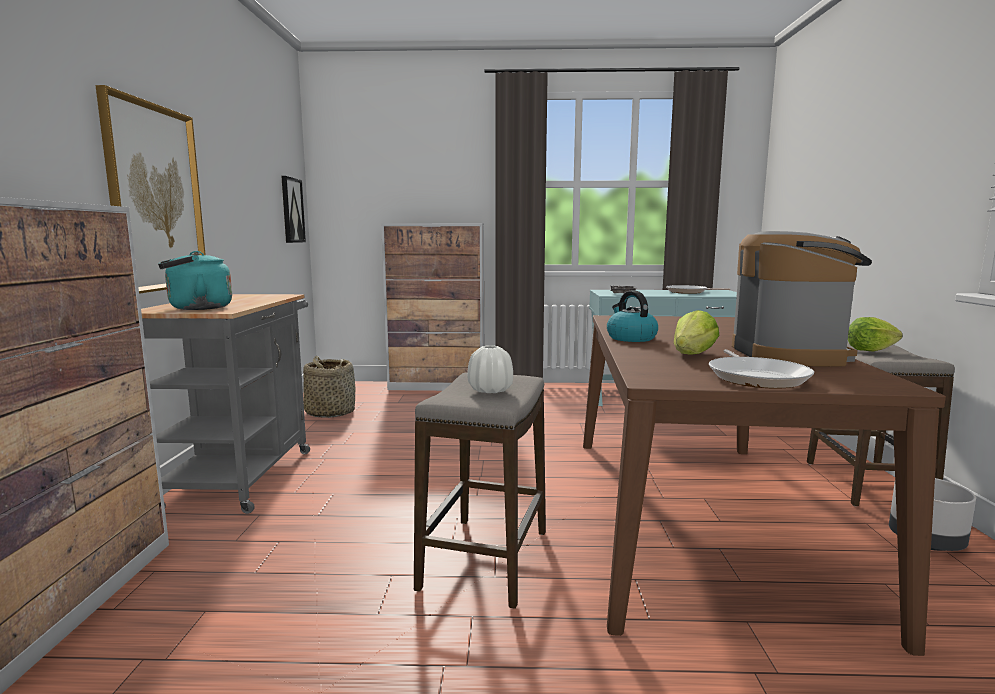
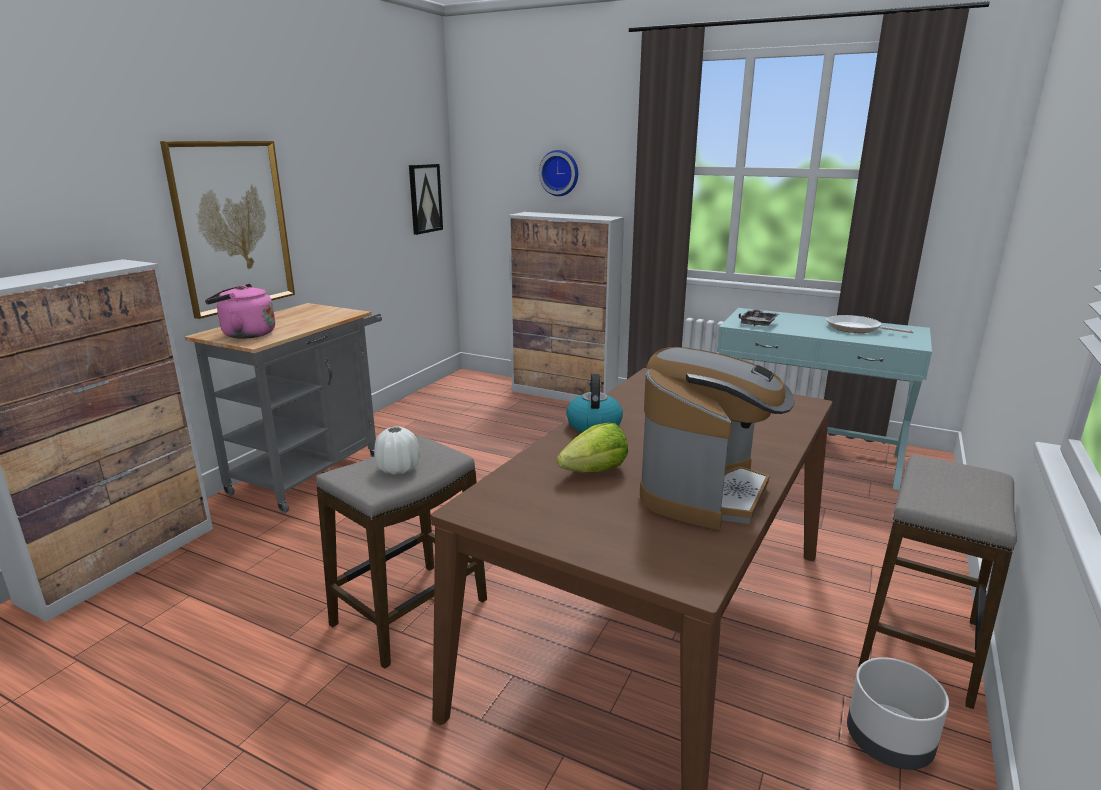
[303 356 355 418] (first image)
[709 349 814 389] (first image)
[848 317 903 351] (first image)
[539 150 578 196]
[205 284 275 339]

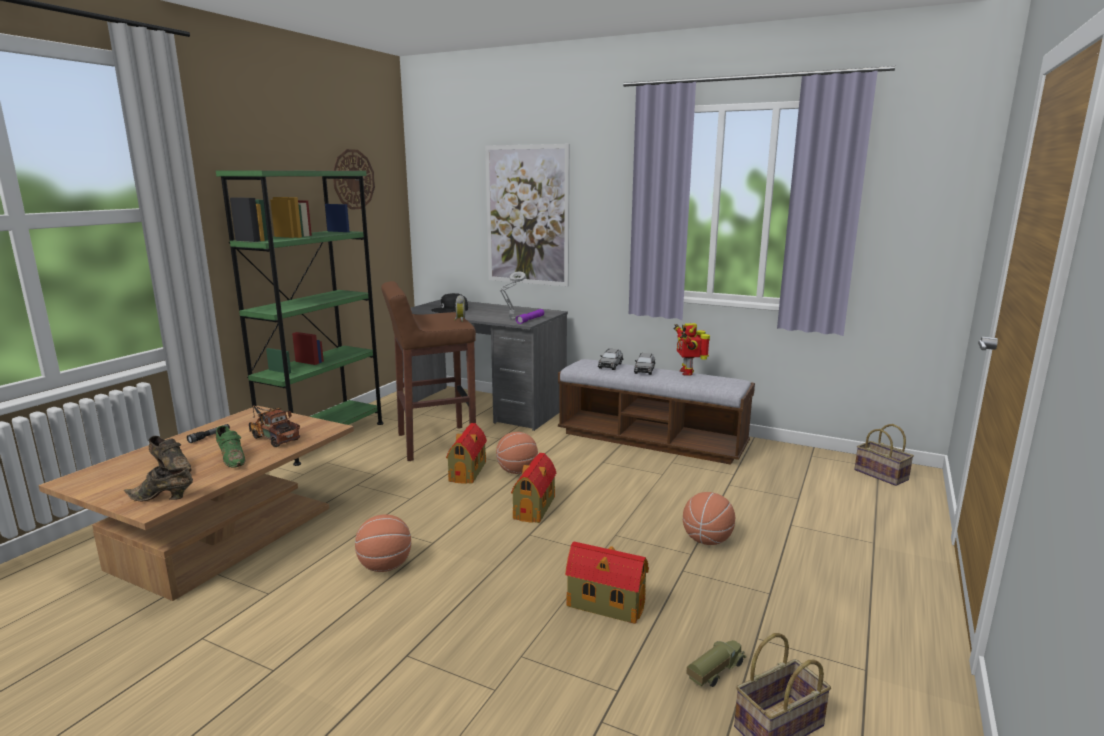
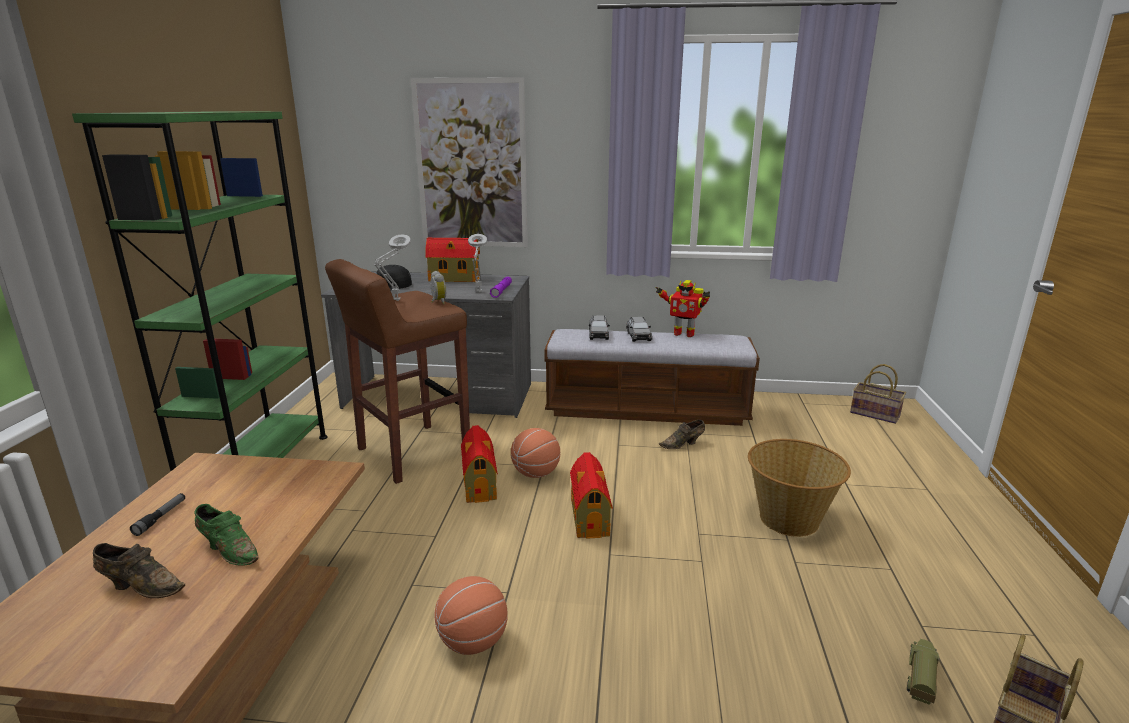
[249 405 300 447] (first image)
[333 149 375 210] (first image)
[374 234 411 301]
[659 420 705 449]
[425 238 480 282]
[748 439 851 537]
[656 280 710 337]

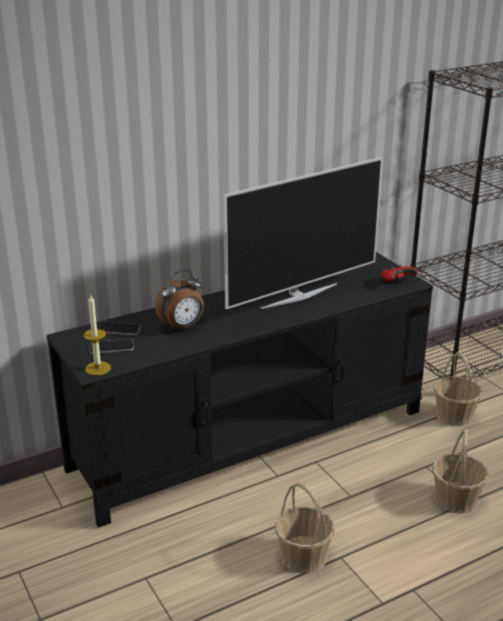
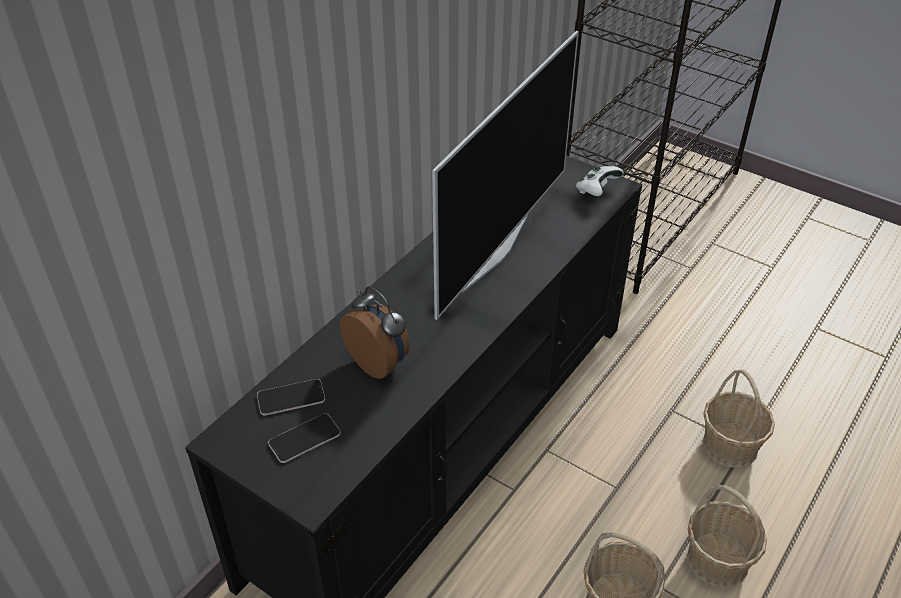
[83 295 111 376] (first image)
[687 485 767 588]
[576 166 624 196]
[340 286 410 379]

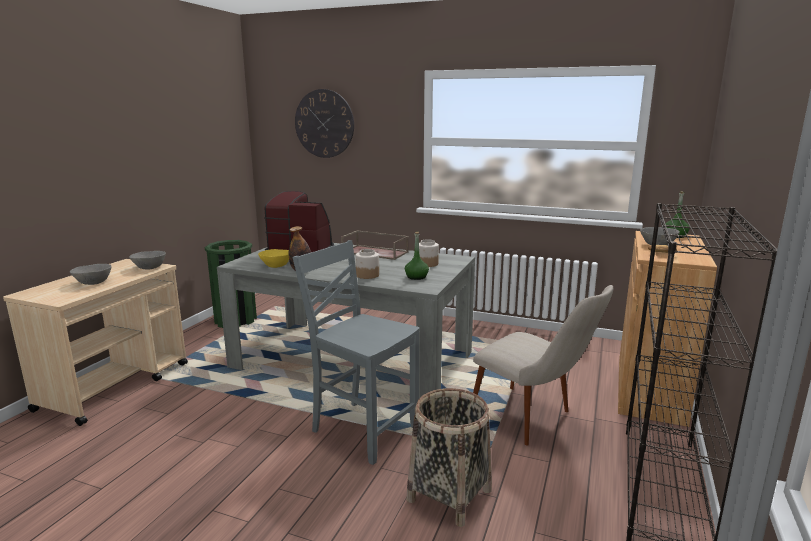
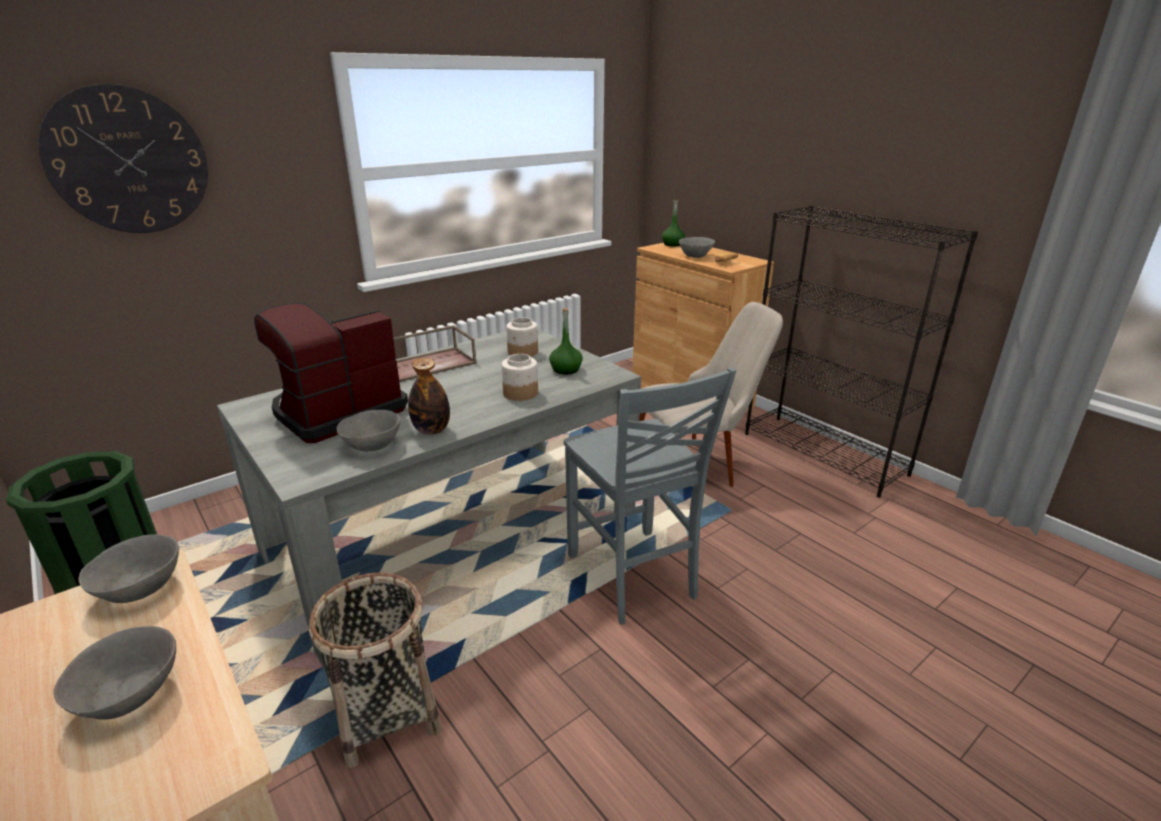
[309 572 441 768]
[337 410 401 451]
[564 367 737 625]

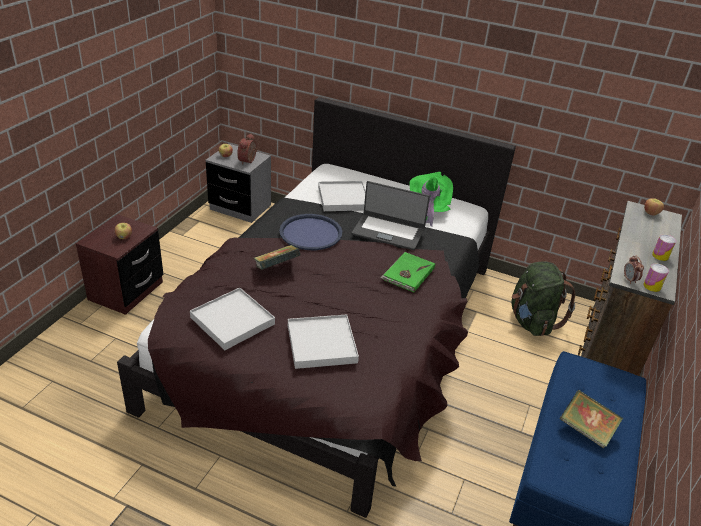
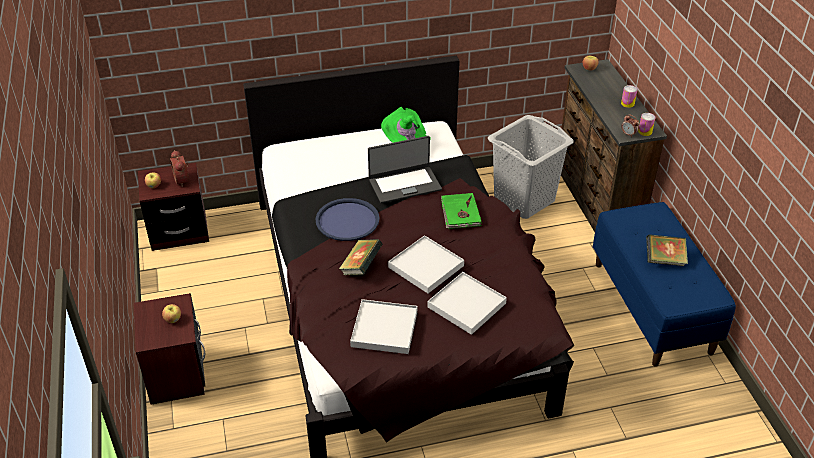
[388 235 464 293]
[488 115 574 219]
[138 163 209 251]

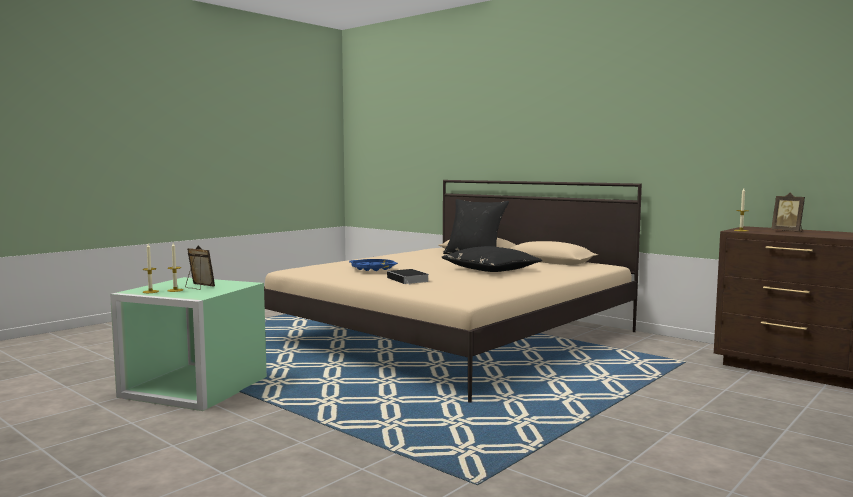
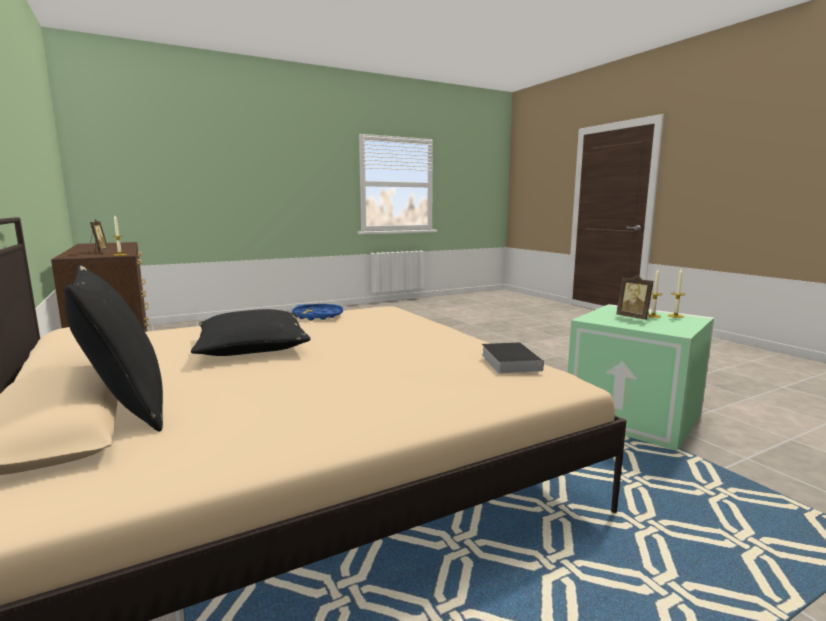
[292 304 343 321]
[481 342 544 373]

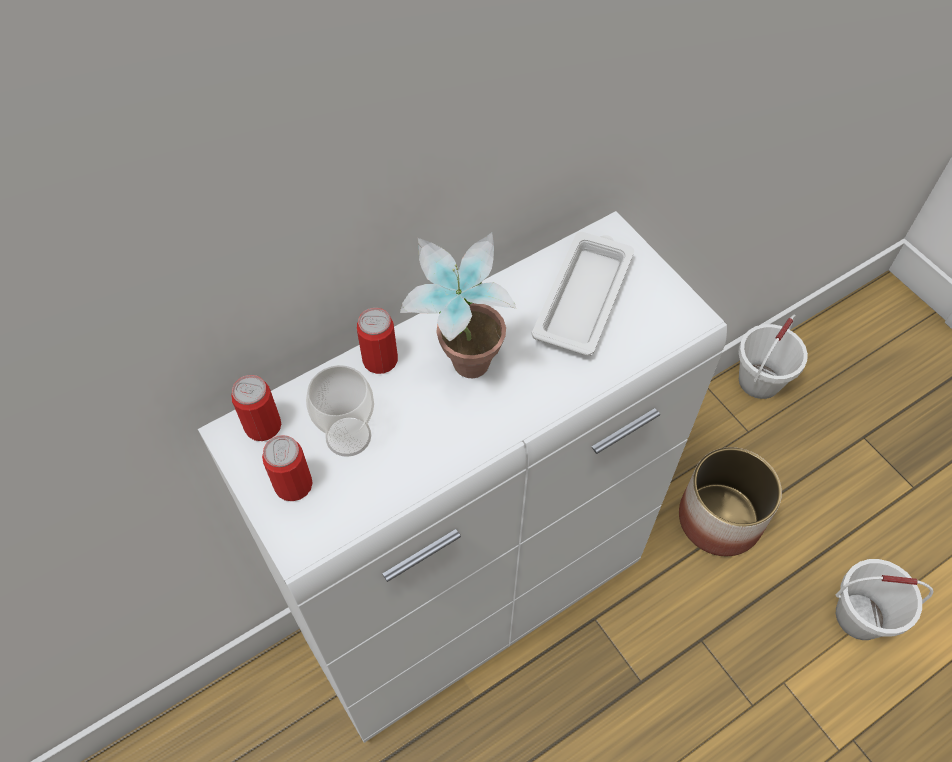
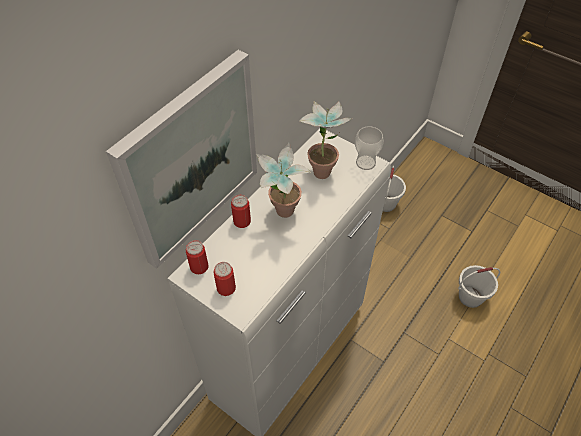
[679 447 782 556] (first image)
[106 50 257 269]
[355 126 384 170]
[299 101 352 179]

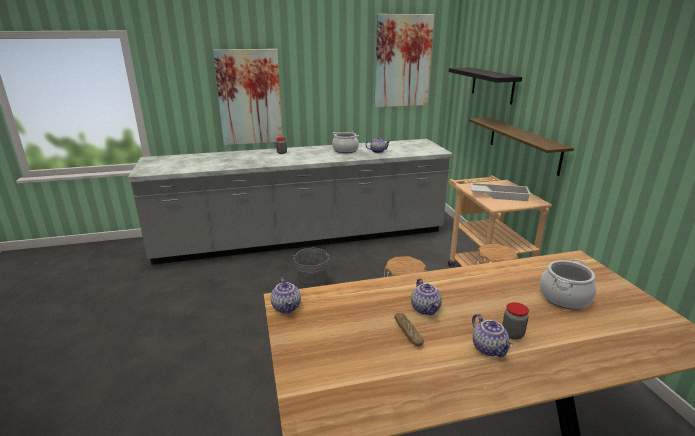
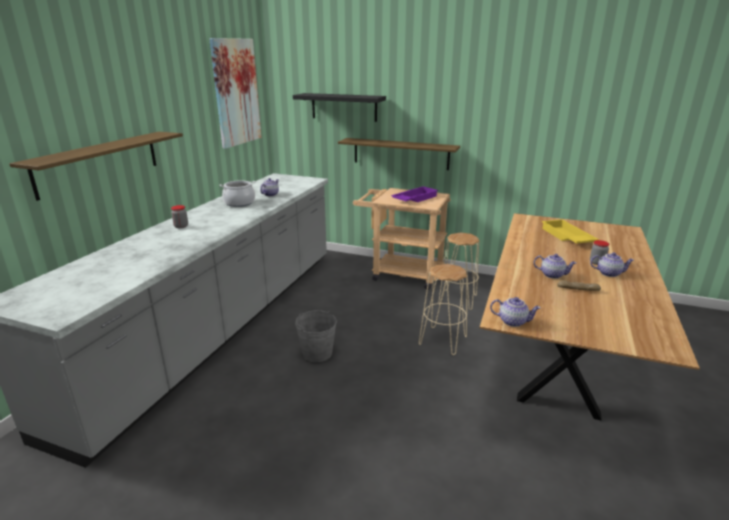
[9 132 183 201]
[542 219 599 244]
[391 186 438 202]

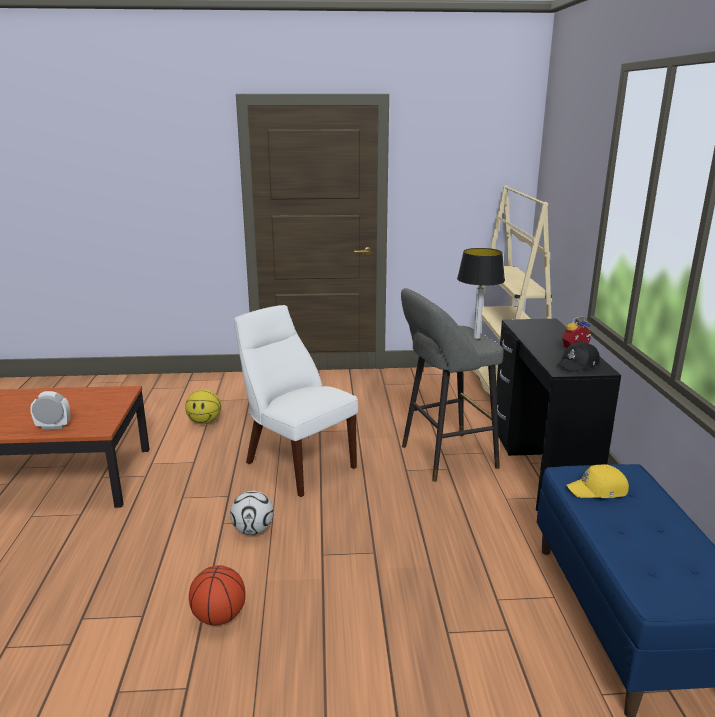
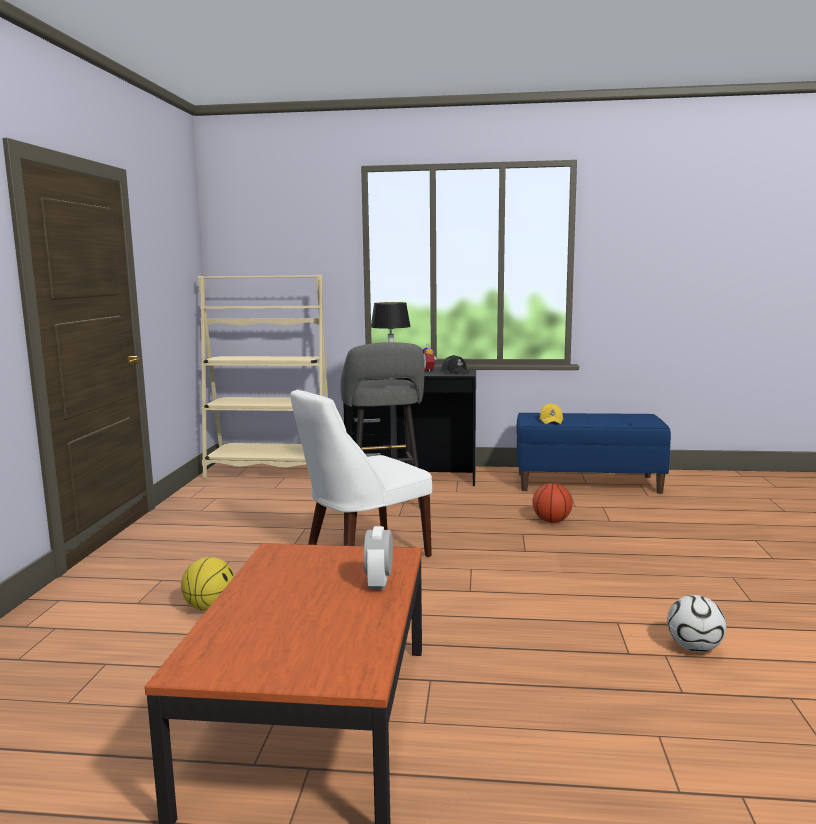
[532 483 572 523]
[667 595 726 652]

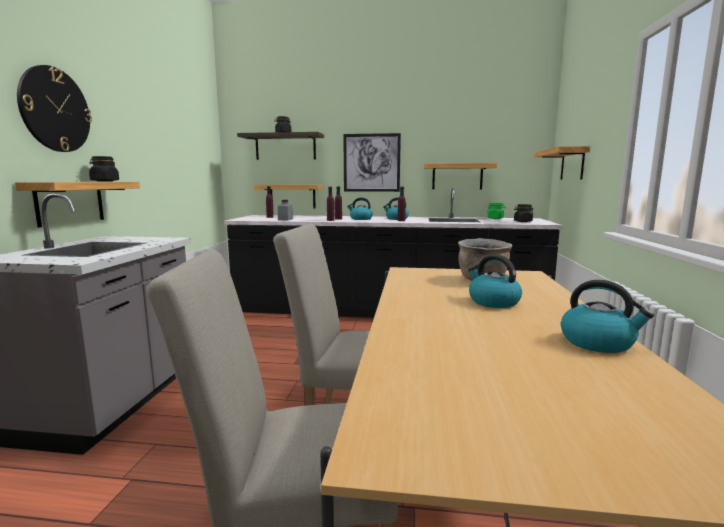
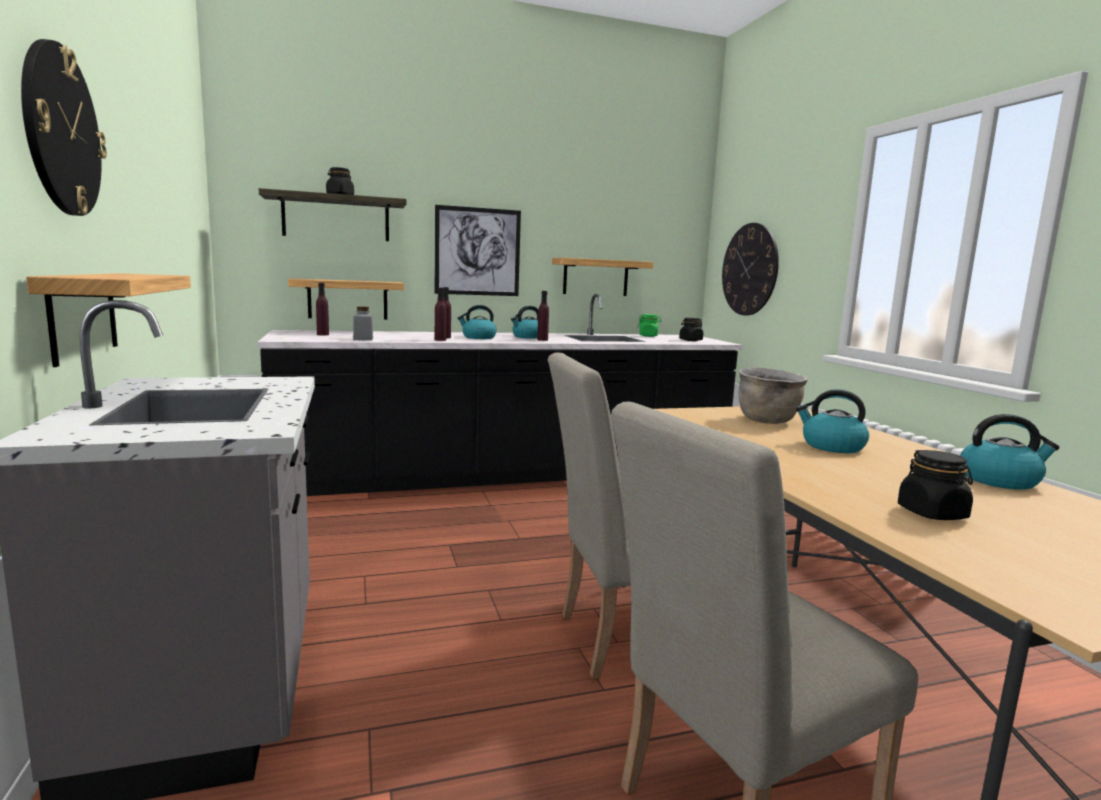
[898 450 973 520]
[722 223 779 316]

